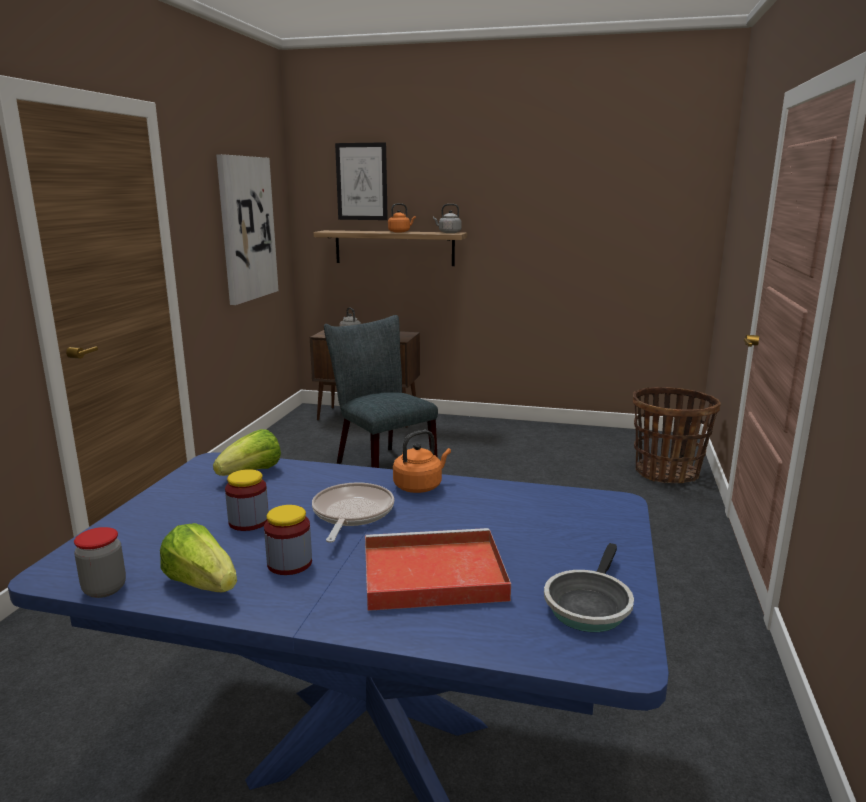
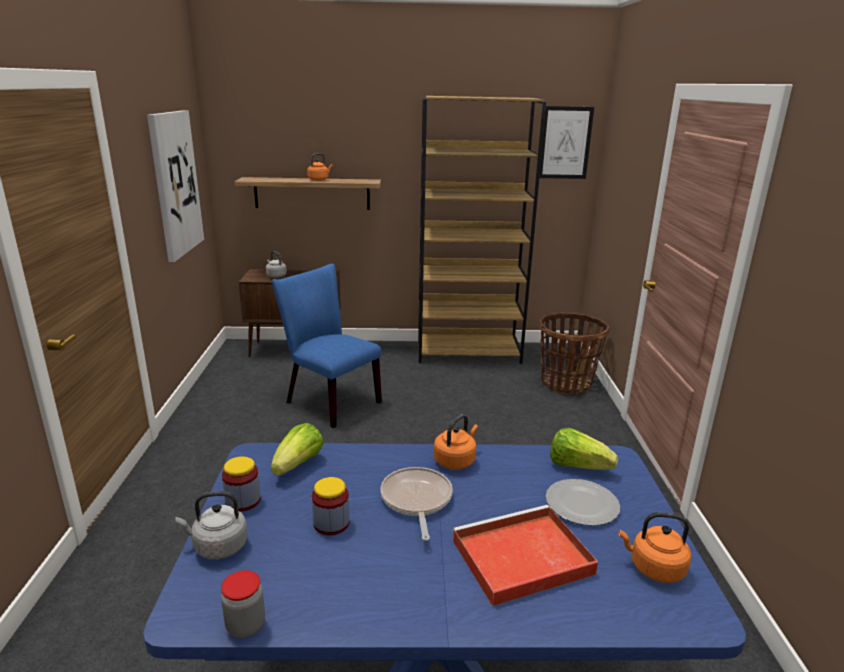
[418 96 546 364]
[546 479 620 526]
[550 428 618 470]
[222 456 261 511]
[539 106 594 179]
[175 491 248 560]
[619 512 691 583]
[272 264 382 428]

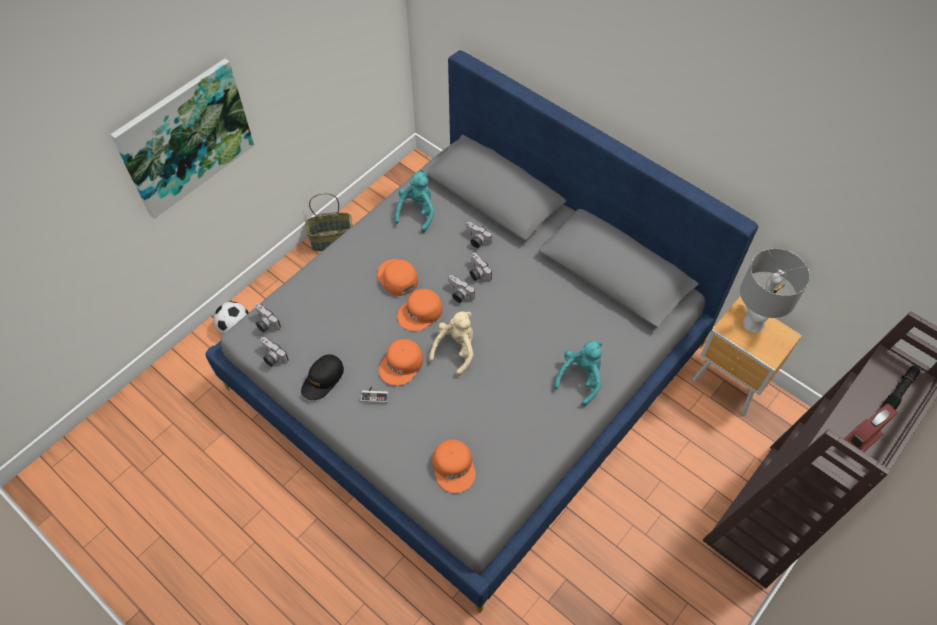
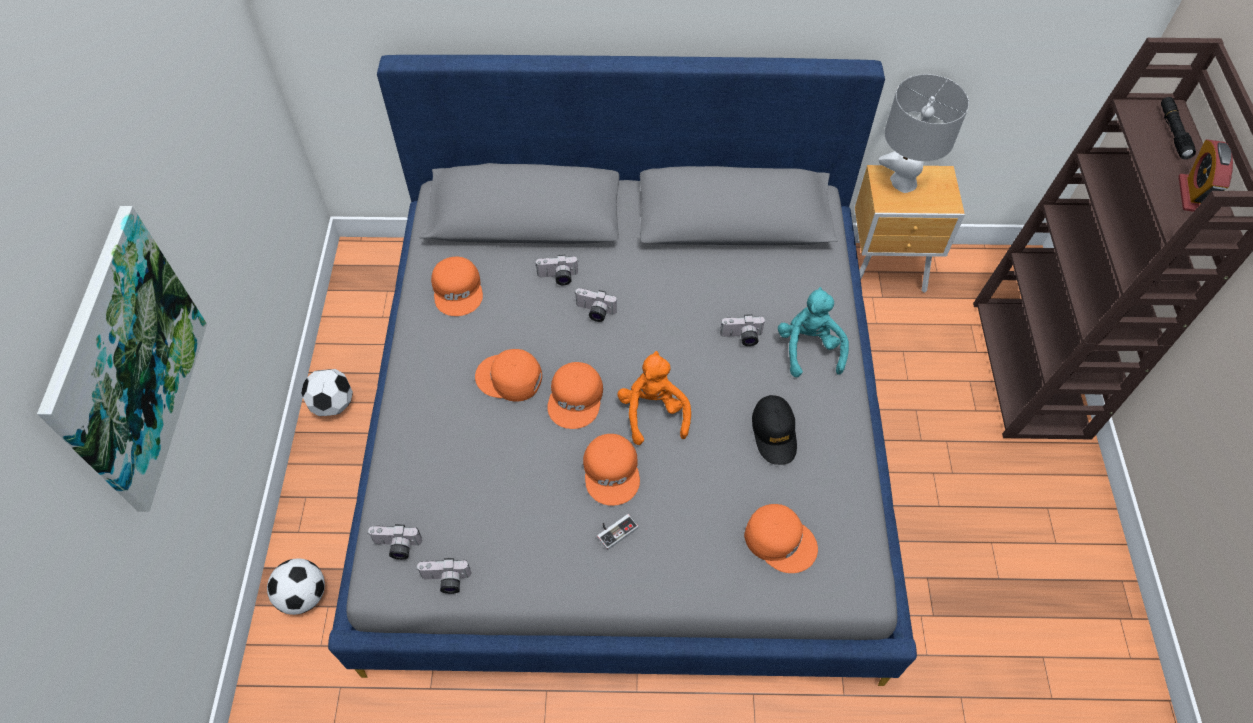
[752 395 797 465]
[720 314 766 346]
[301 369 353 416]
[431 257 483 316]
[617 351 691 445]

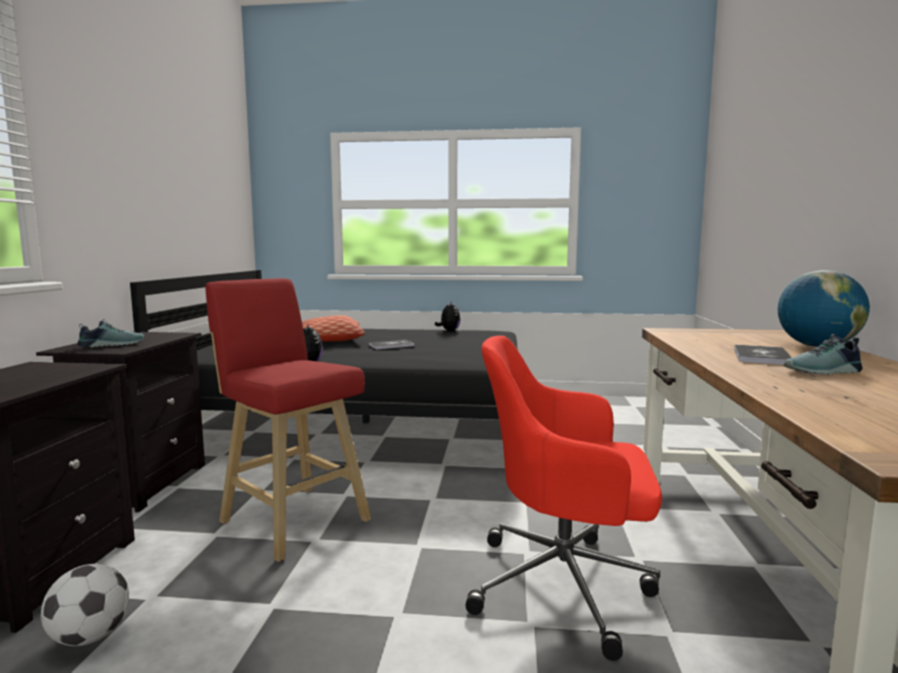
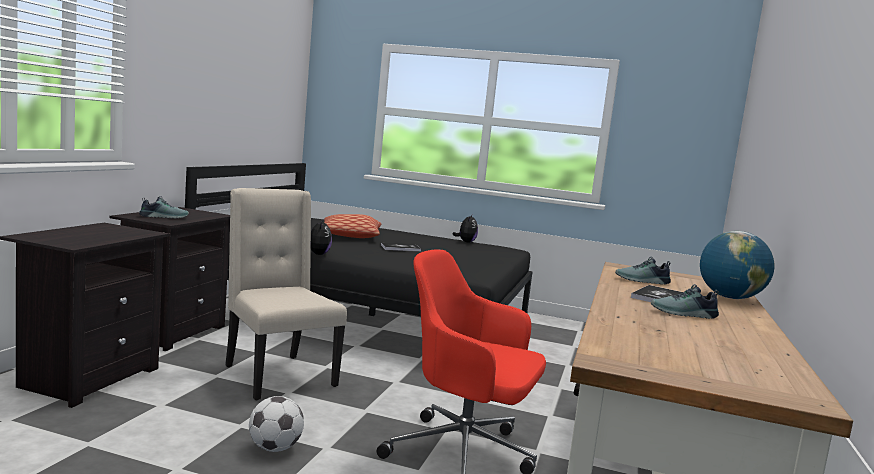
[615 257 671 285]
[249 396 304 452]
[225 188 347 400]

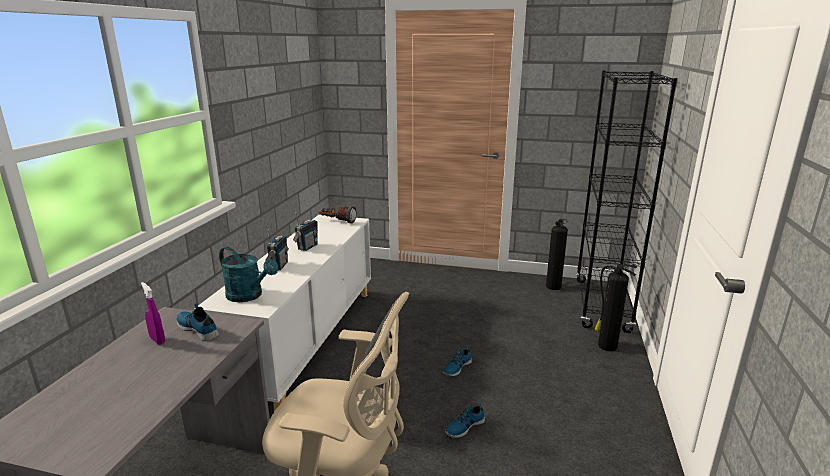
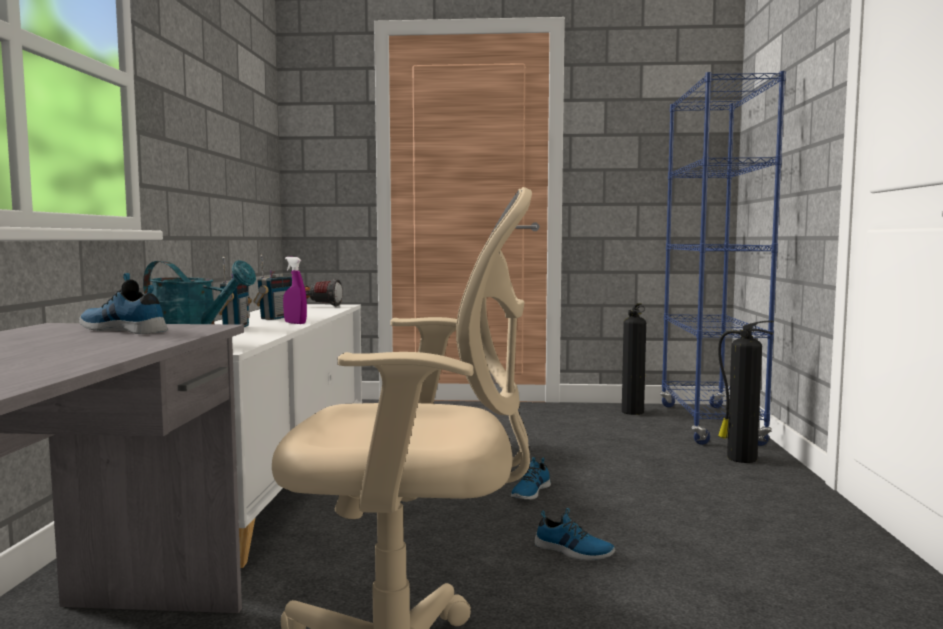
[283 257 307 324]
[660 71 786 446]
[534 508 616 561]

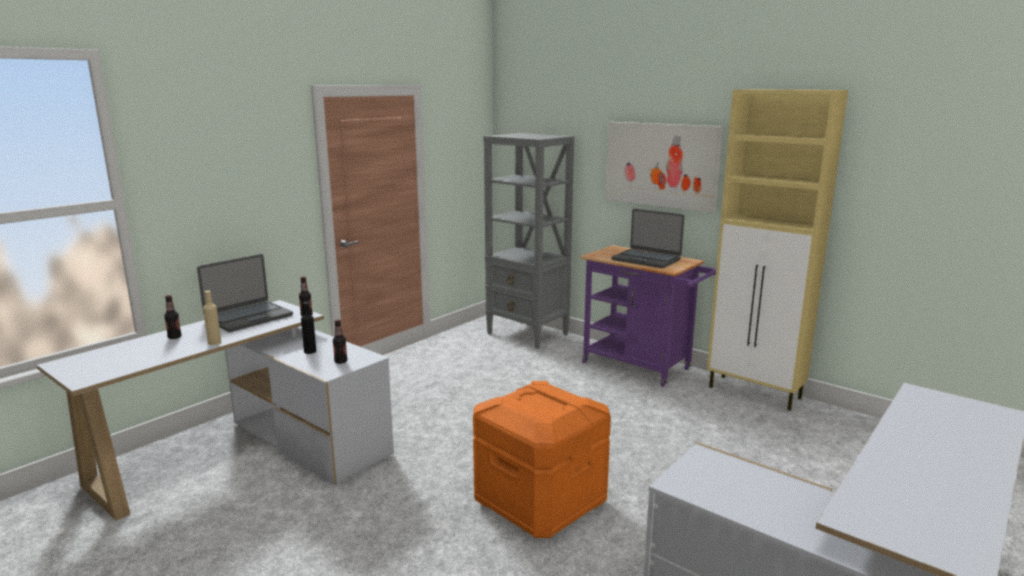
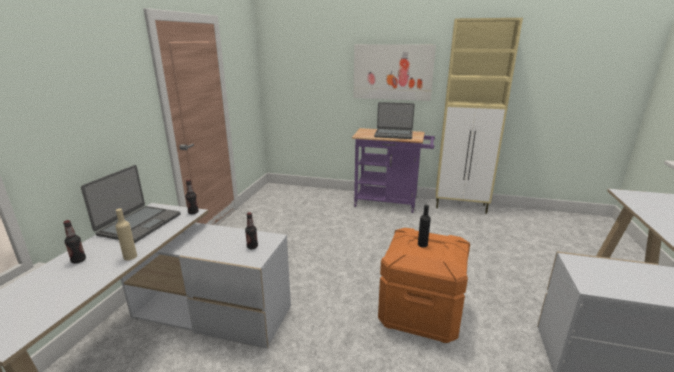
[483 133 574 349] (first image)
[418 205 431 247]

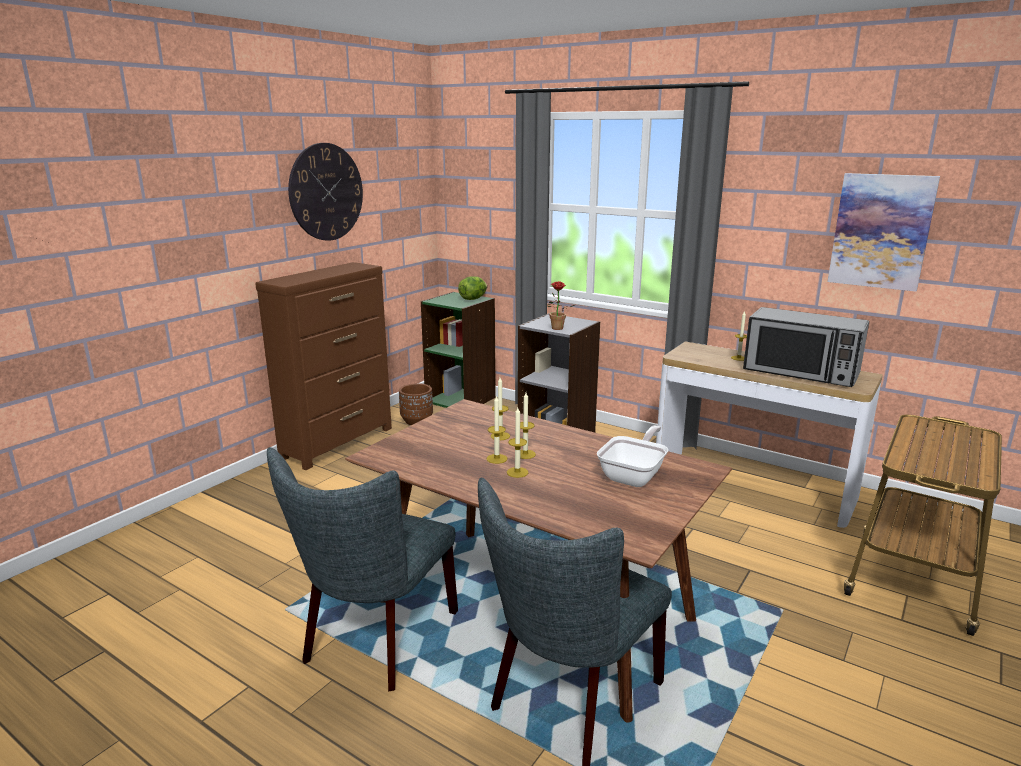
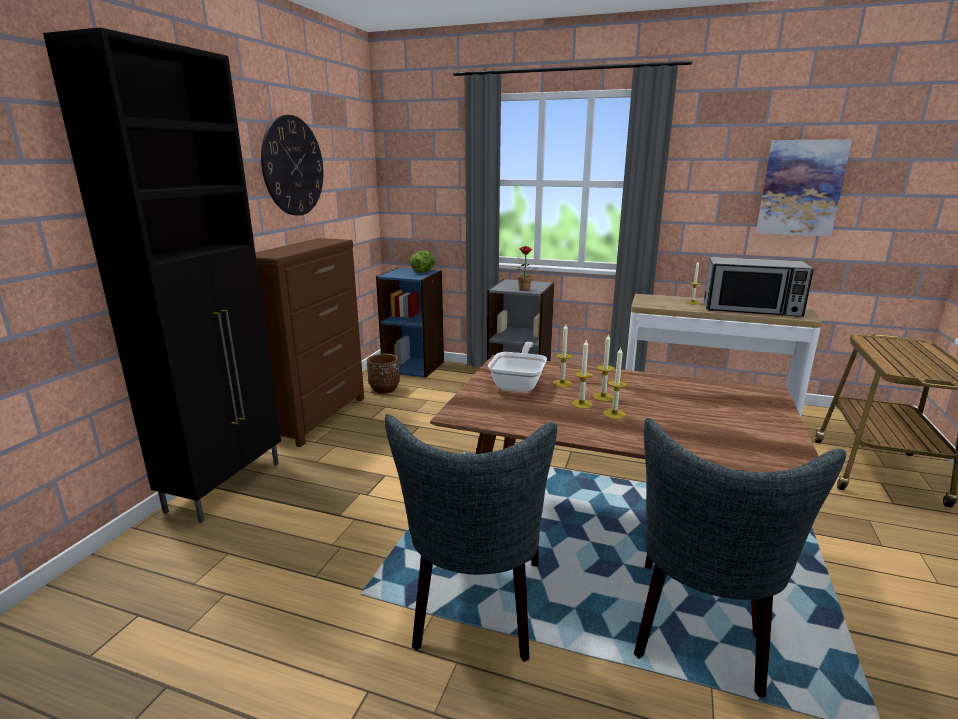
[43 27 281 523]
[488 342 547 393]
[376 267 444 378]

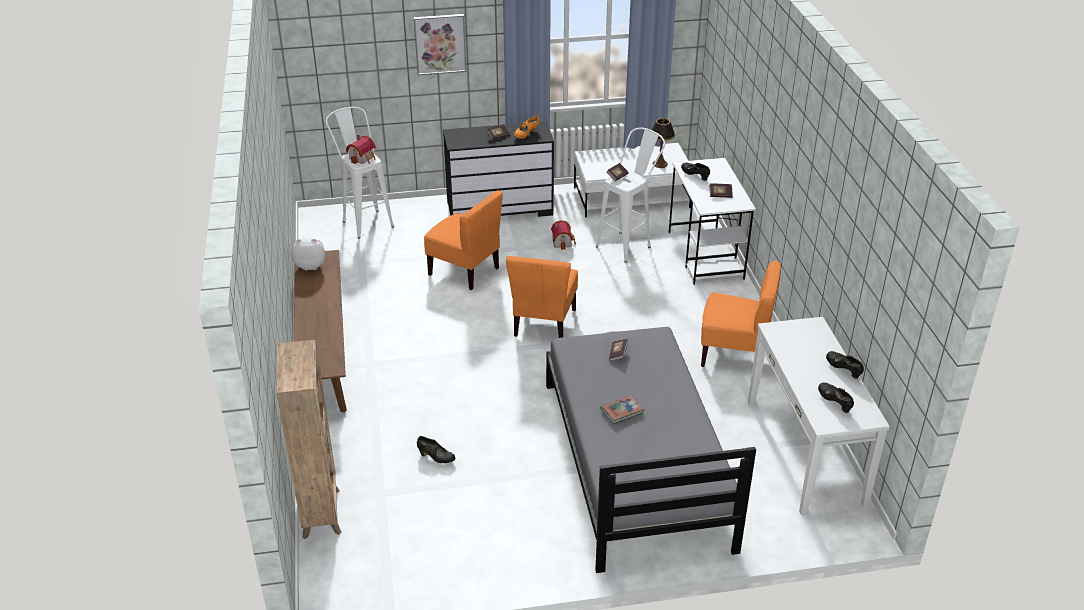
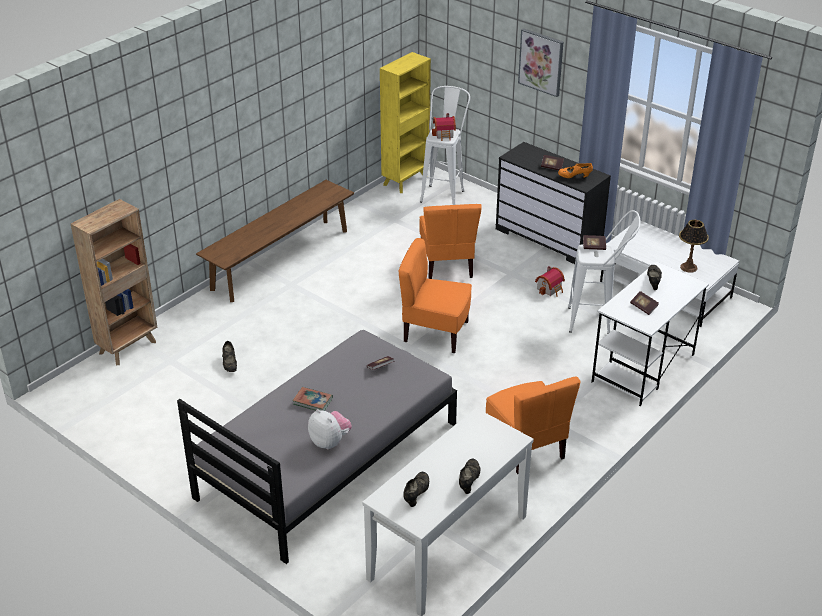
[380 52 431 193]
[308 409 352 450]
[399 238 472 353]

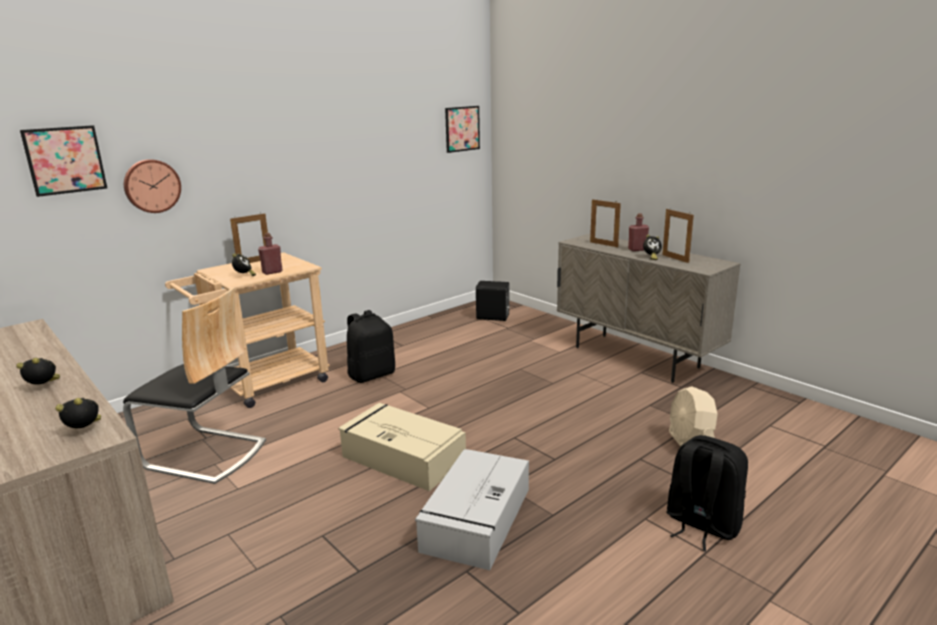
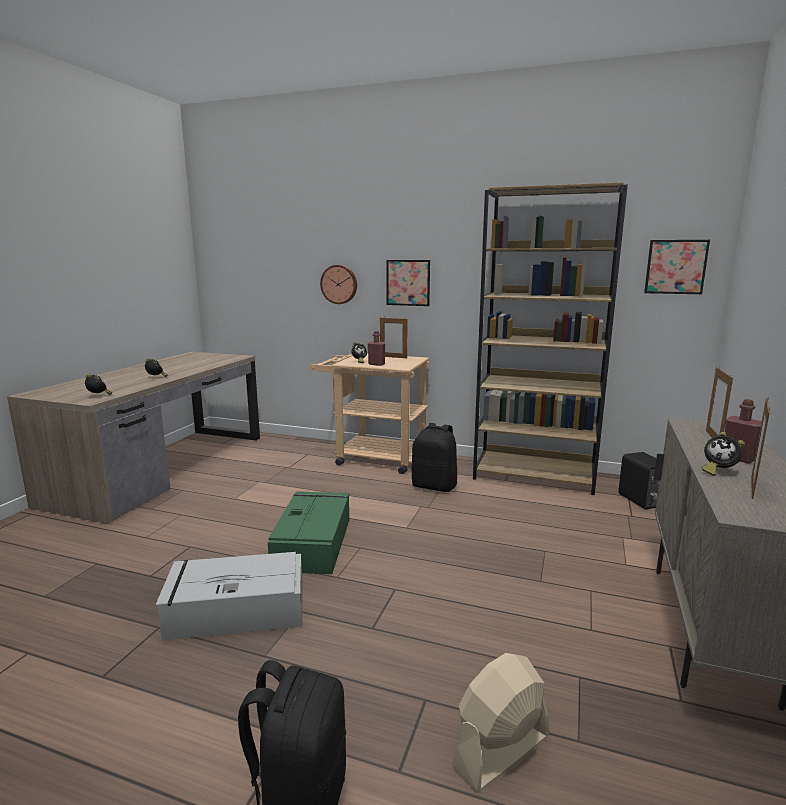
[123 287 266 484] (first image)
[473 182 628 495]
[386 260 430 306]
[268 491 349 574]

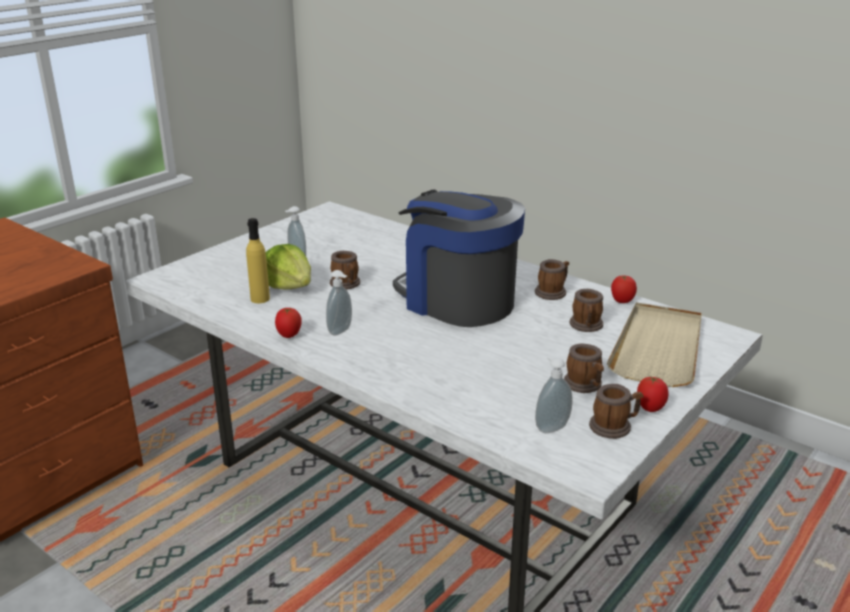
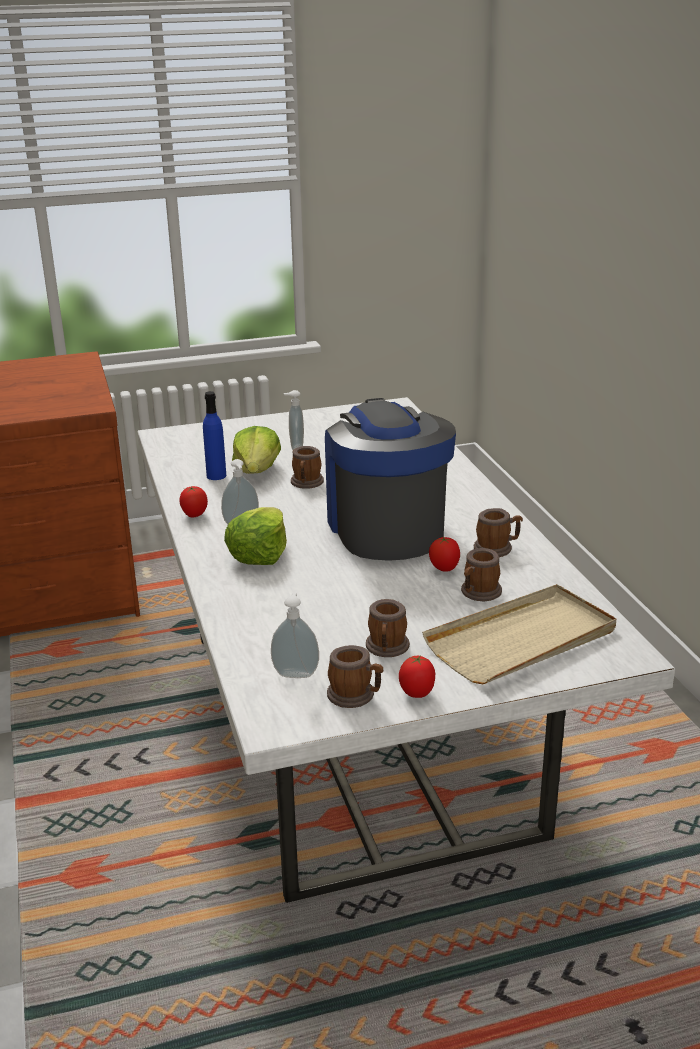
[224 507 287 565]
[429 536 460 572]
[203 391 226 480]

